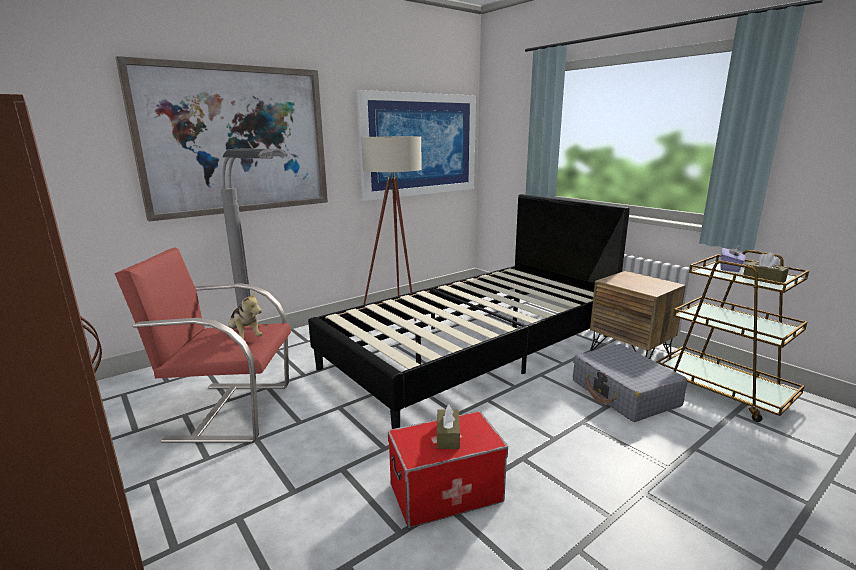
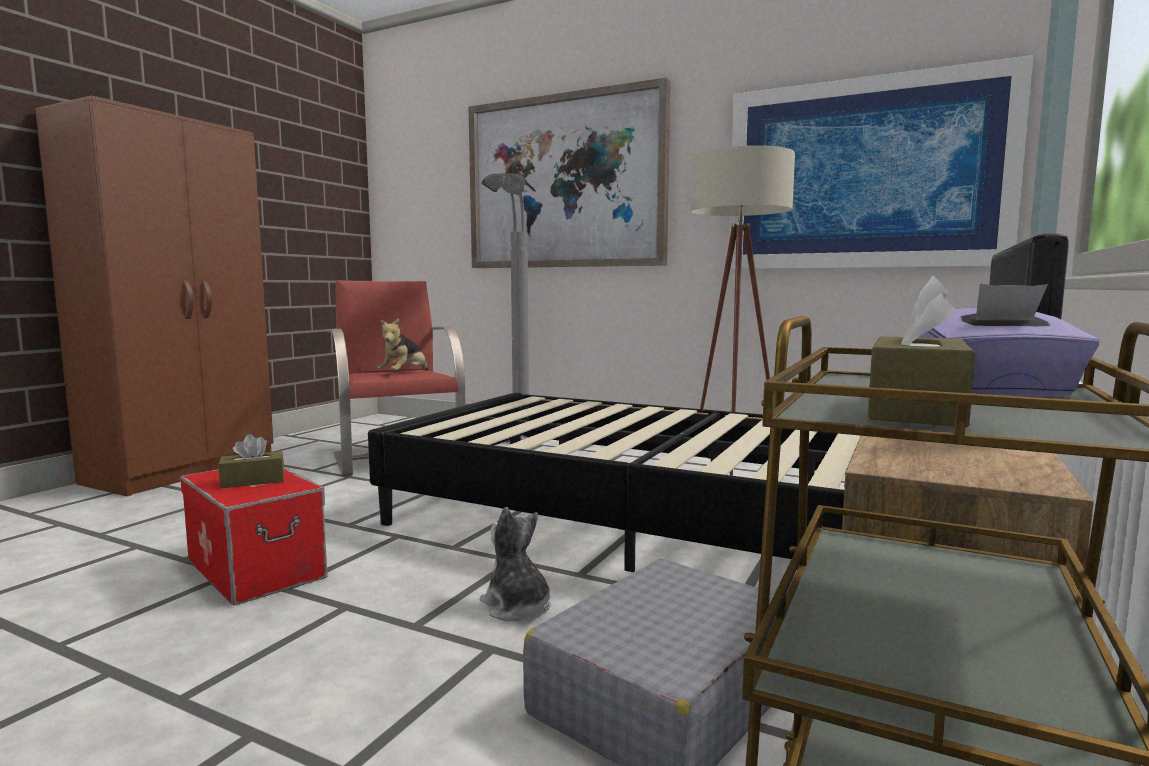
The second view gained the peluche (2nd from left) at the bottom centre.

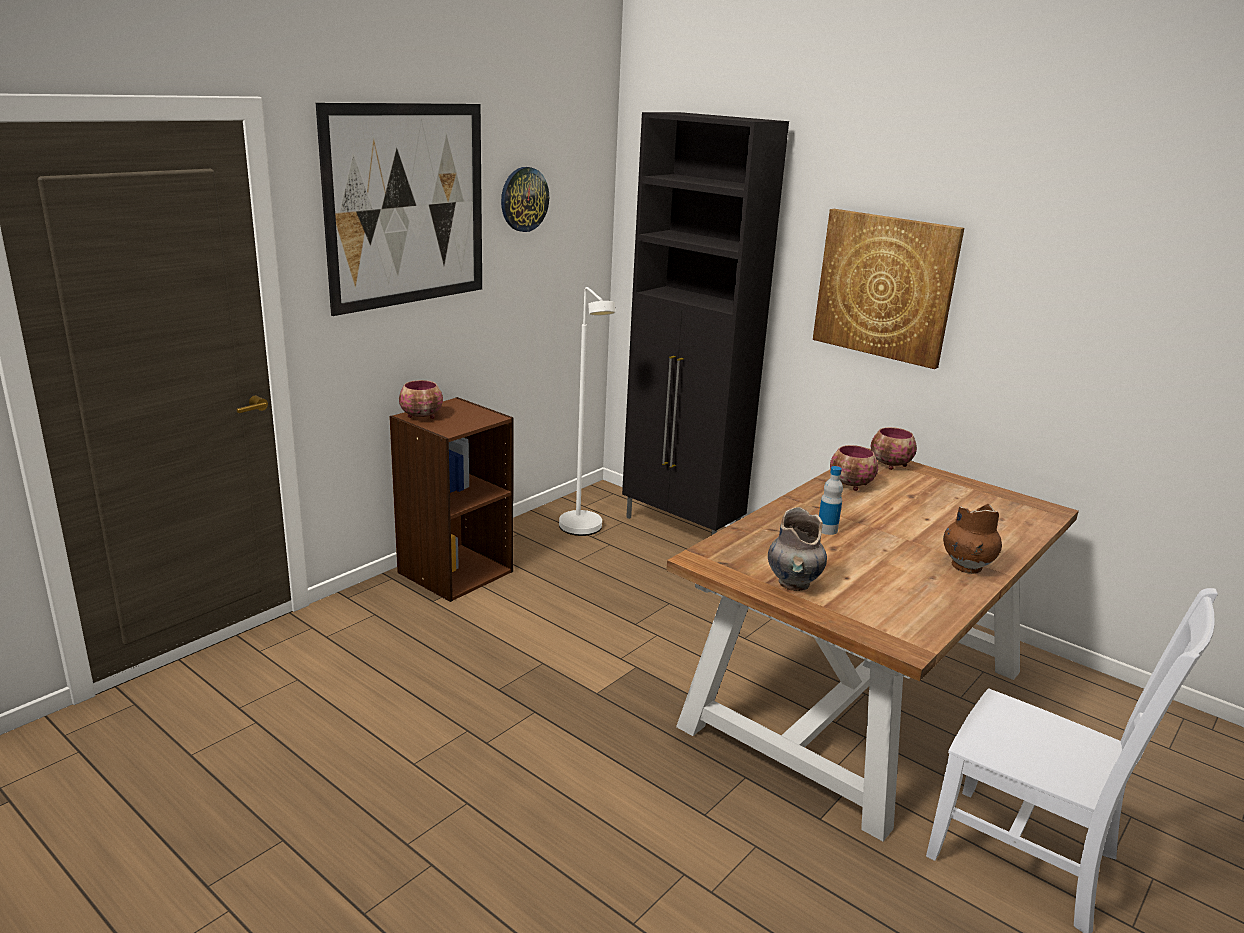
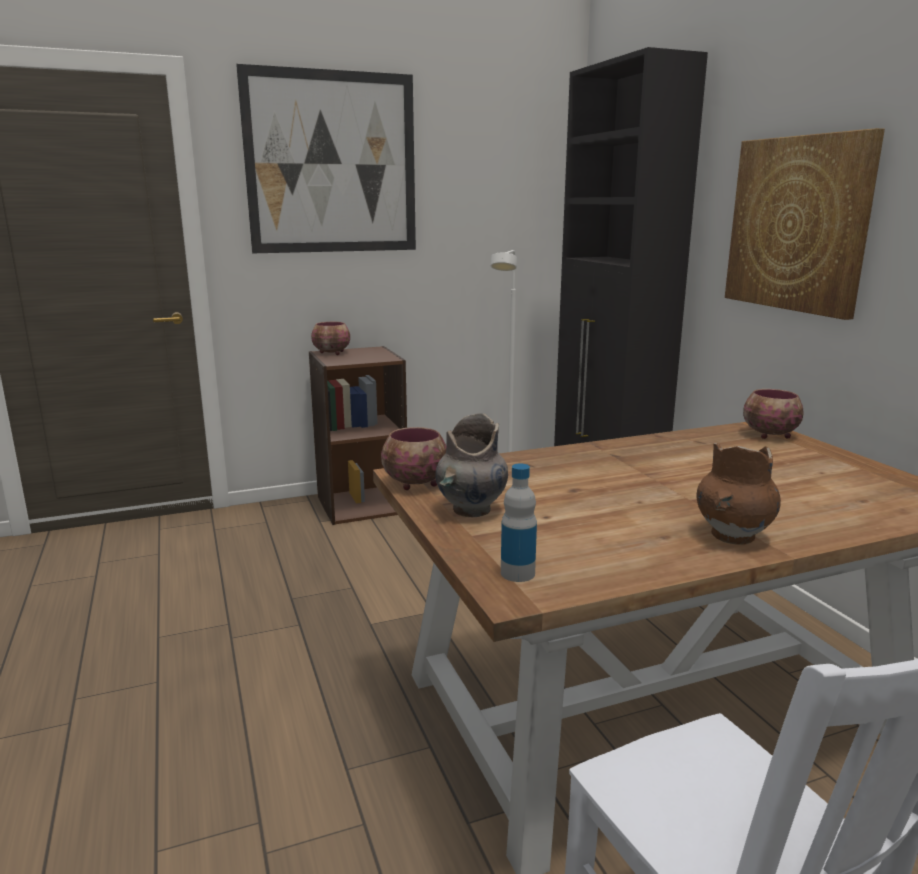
The second view lost the horloge murale at the top centre. The bouteille ended up elsewhere, having gone from the middle right to the centre. The bol (2nd from left) ended up elsewhere, having gone from the middle right to the centre.

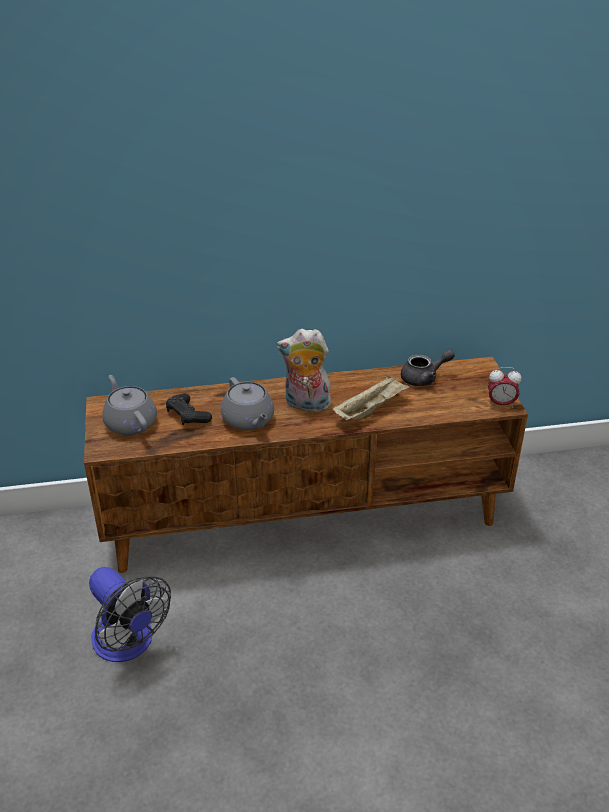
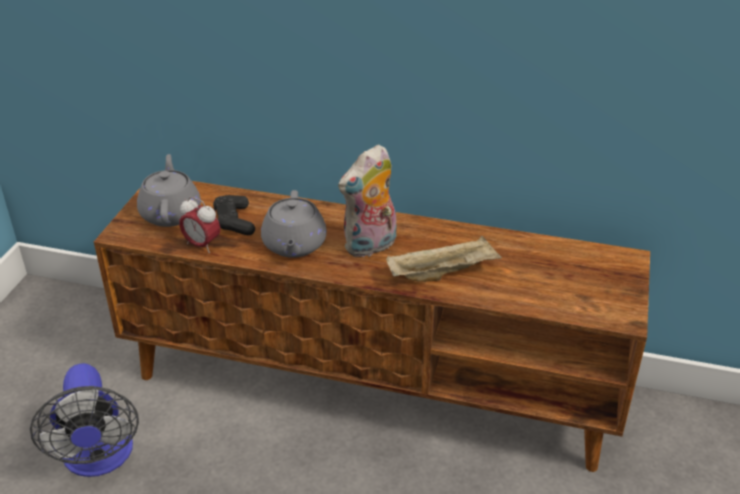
The peluche at the centre ended up facing another way, 75 degrees counterclockwise from before. The second view lost the théière (gris) (3rd from left) at the middle right. The réveil ended up elsewhere, having gone from the middle right to the middle left.

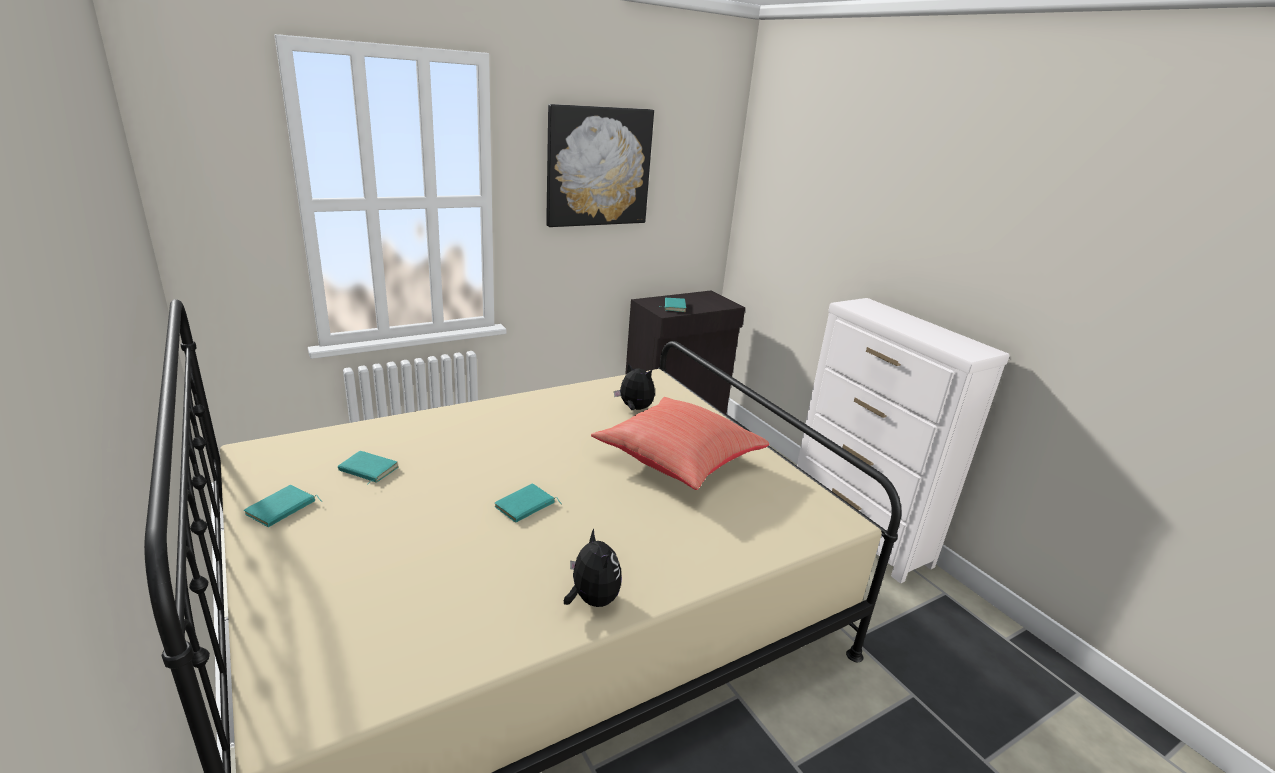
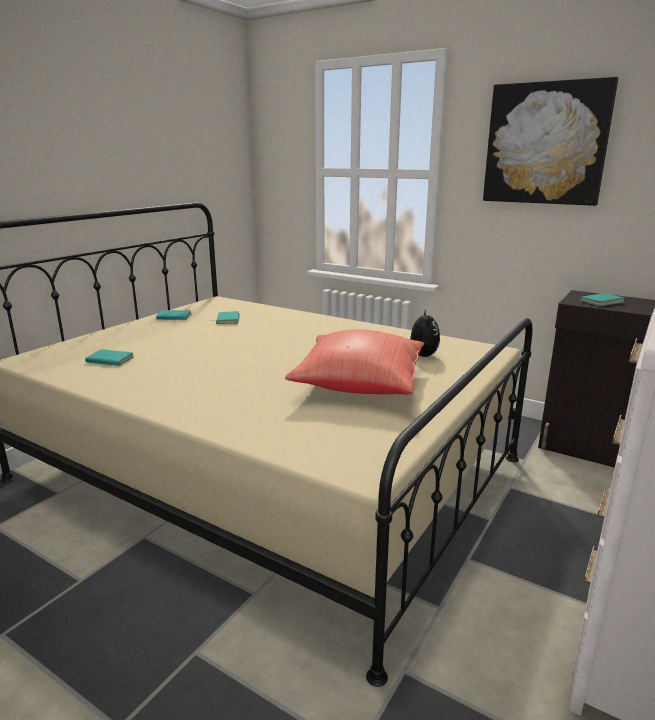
The livre (turquoise) (3rd from left in the first image) ended up elsewhere, having gone from the centre to the middle left. The second view lost the peluche (1st from left) at the bottom centre.

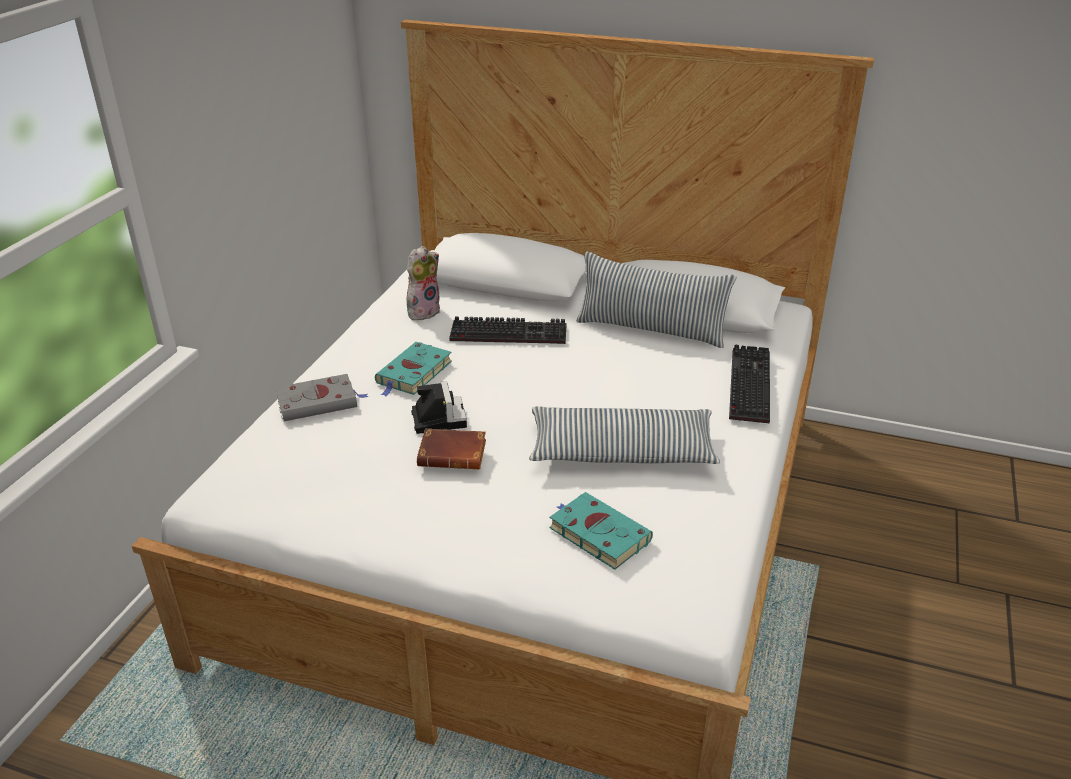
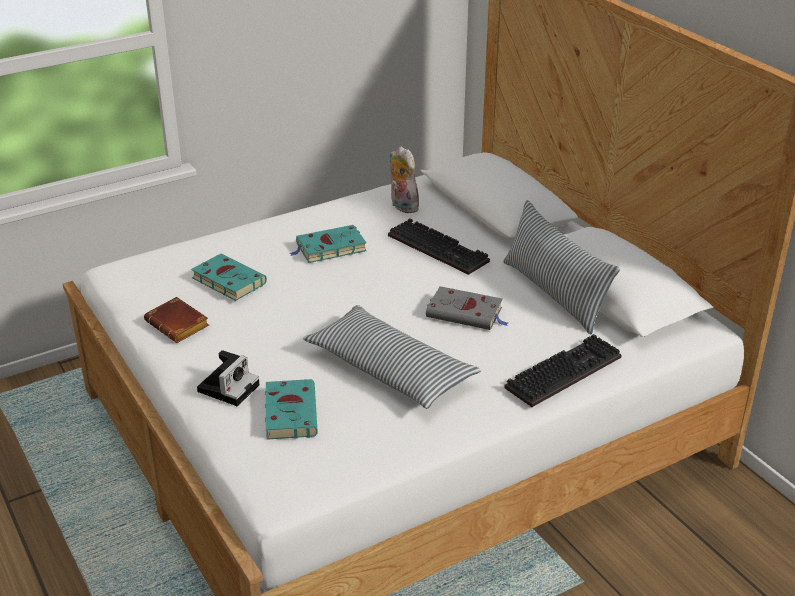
The livre (gris) ended up elsewhere, having gone from the middle left to the centre. The peluche at the centre ended up facing another way, 120 degrees counterclockwise from before. The appareil photo ended up elsewhere, having gone from the centre to the middle left. The livre (marron) ended up elsewhere, having gone from the centre to the middle left. The second view gained the livre (turquoise) (1st from left) at the middle left.

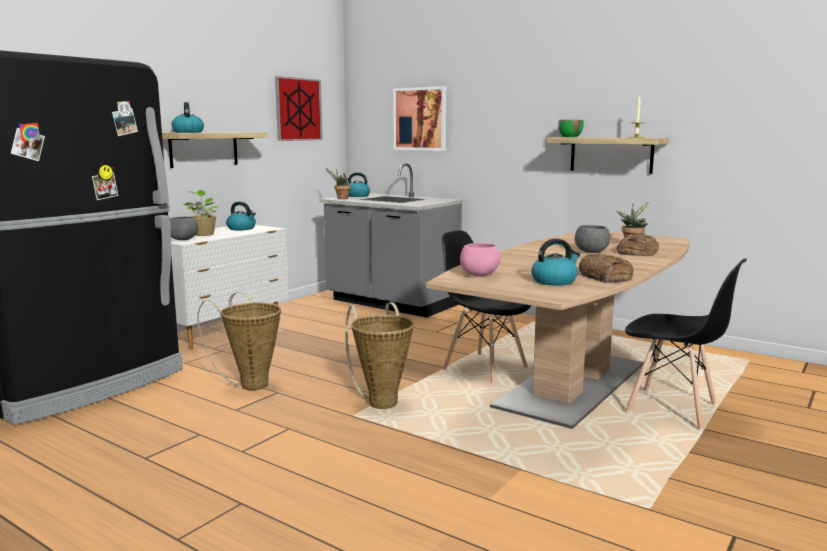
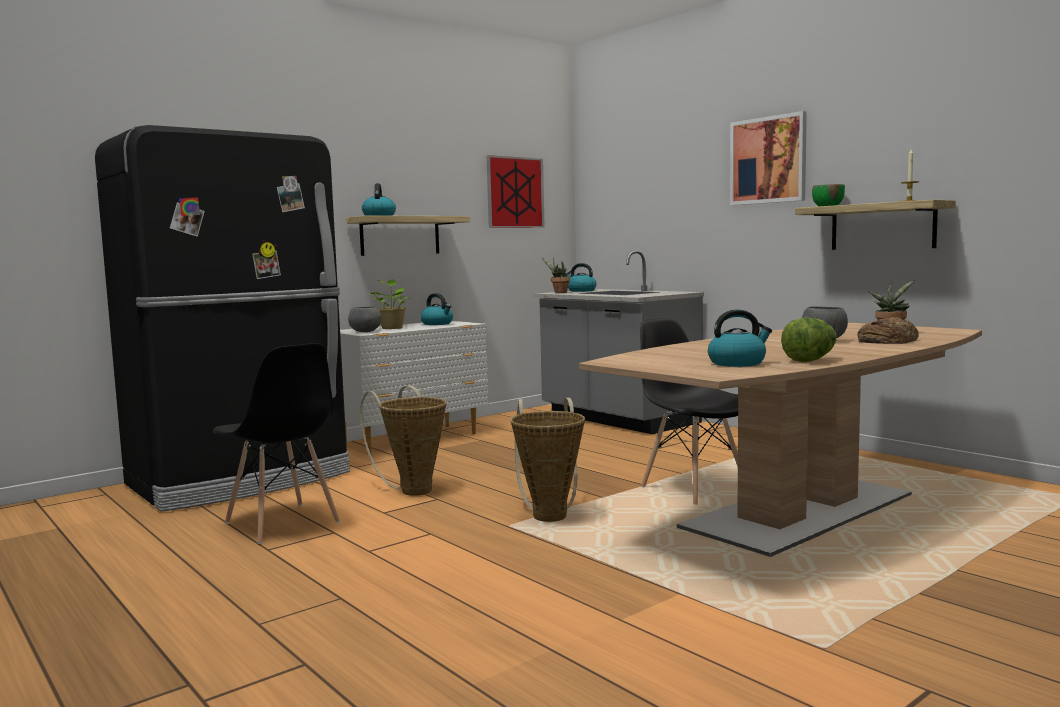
The tableau (2nd from left) ended up elsewhere, having gone from the top centre to the top right. The second view lost the bol (rose) at the centre. Where the pain (1st from left) stood at the middle right, the laitue came to stand at the middle right. The chaise (noir) (2nd from left in the first image) ended up elsewhere, having gone from the middle right to the middle left.

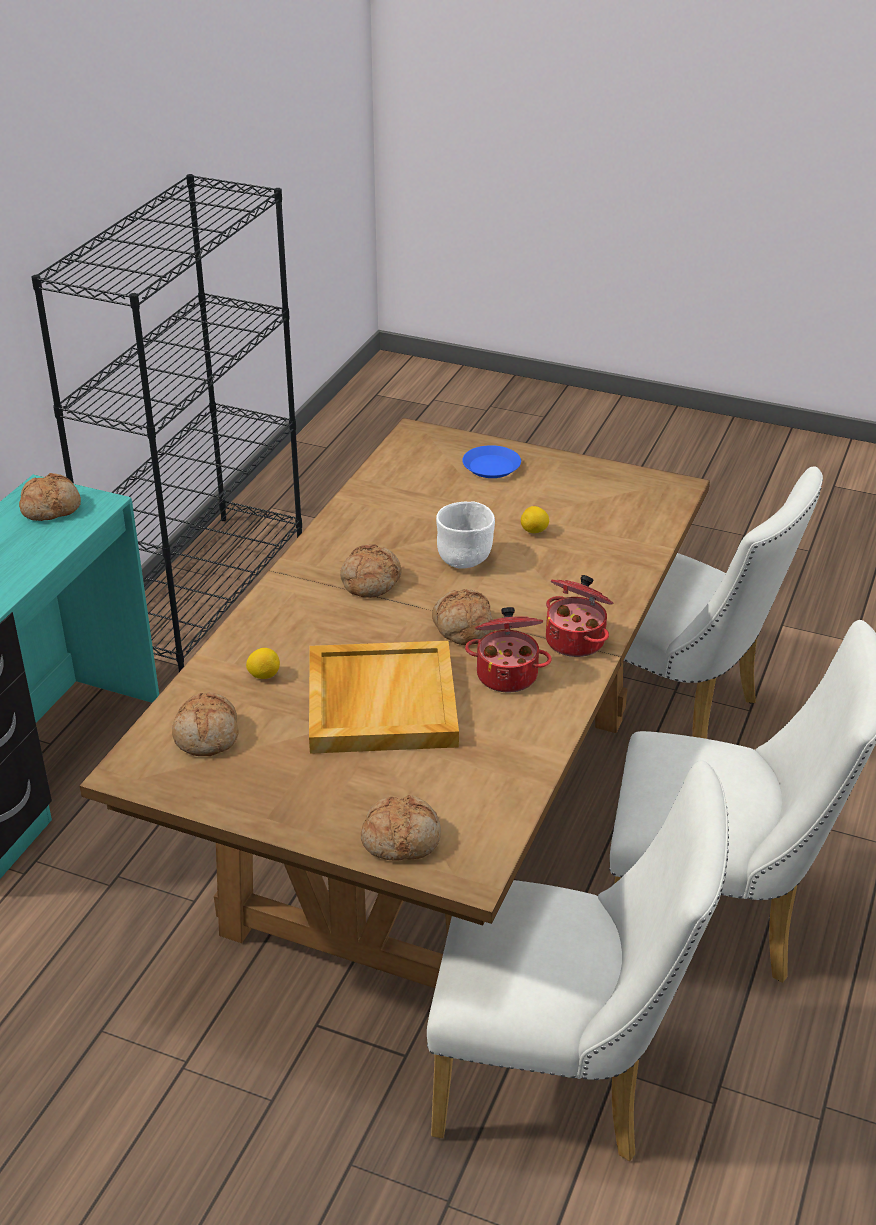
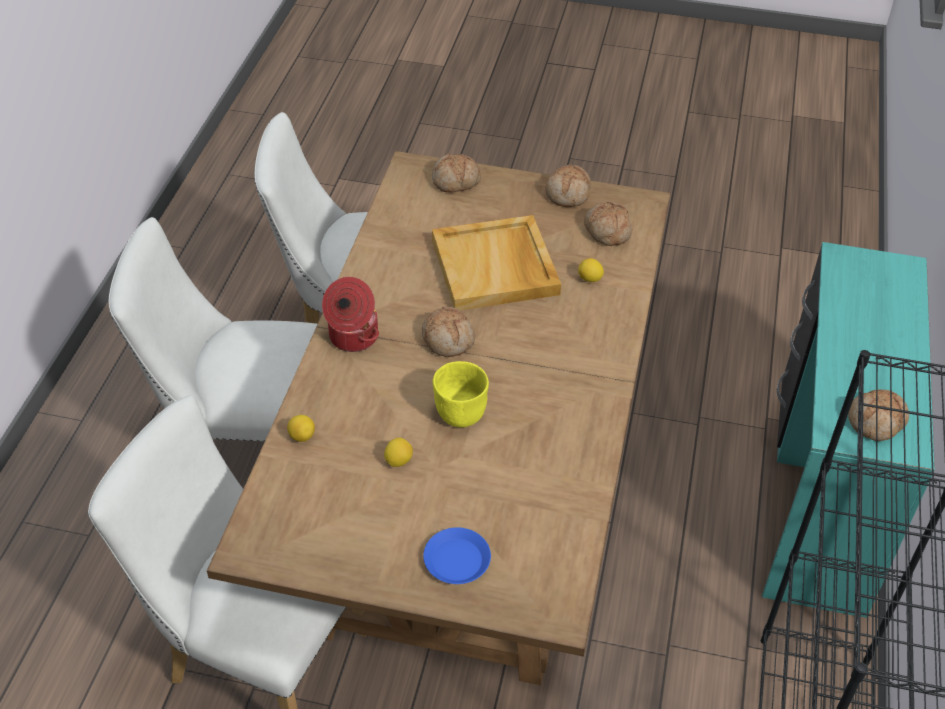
The pain (3rd from left) ended up elsewhere, having gone from the centre to the top centre. What was the bol (blanc) at the centre turned into the bol (jaune) at the centre. The second view lost the marmite (1st from left) at the centre. The second view gained the citron (1st from left) at the middle left.

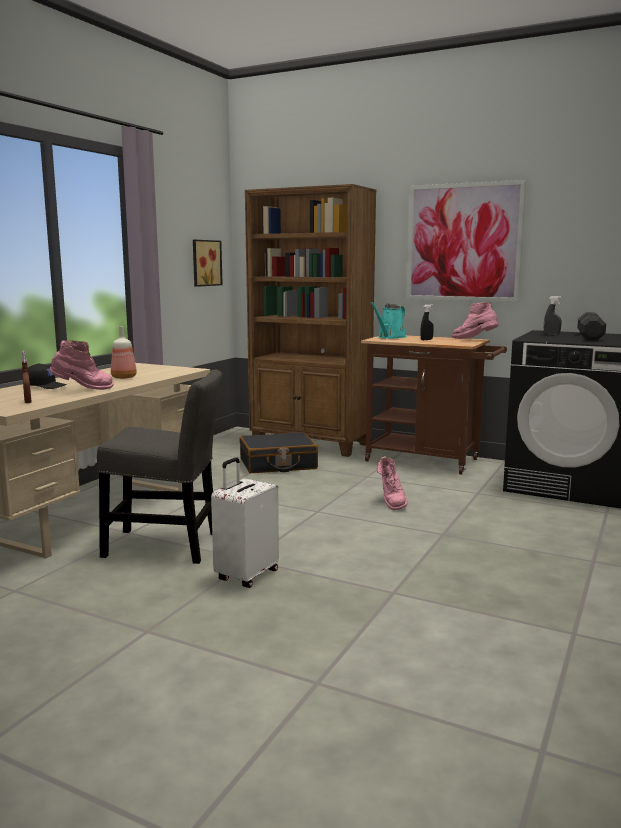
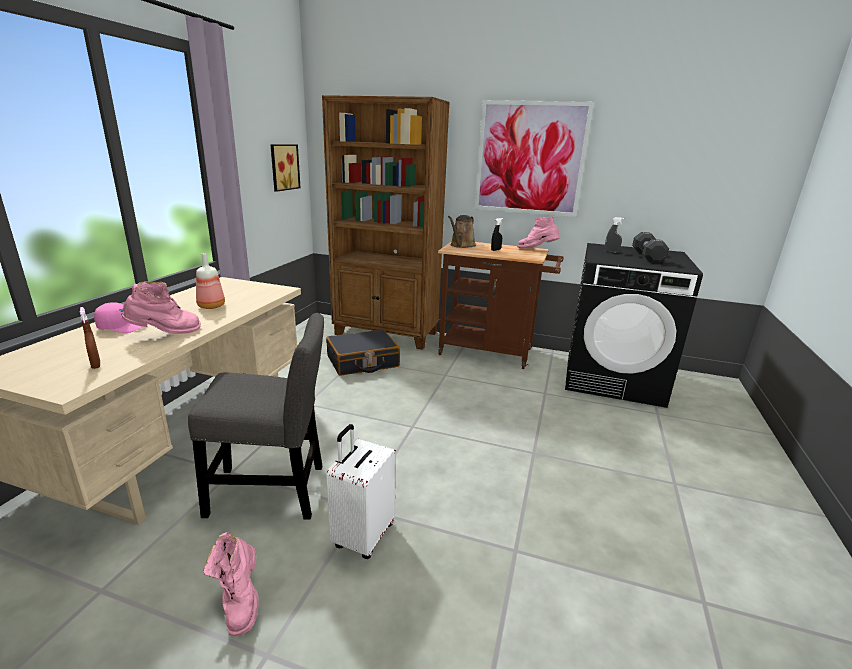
What was the casquette (noir) at the middle left turned into the casquette (rose) at the middle left. What was the arrosoir (turquoise) at the centre turned into the arrosoir (marron) at the centre. The botte (rose) (2nd from left) ended up elsewhere, having gone from the centre to the bottom left.

